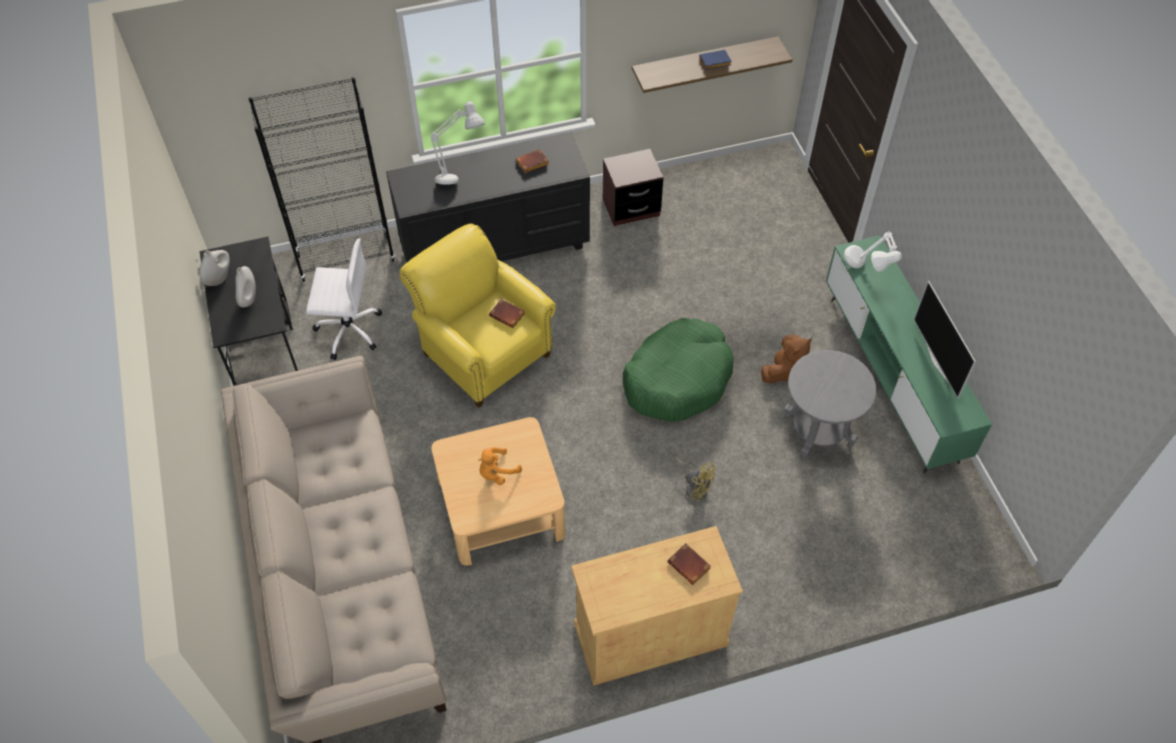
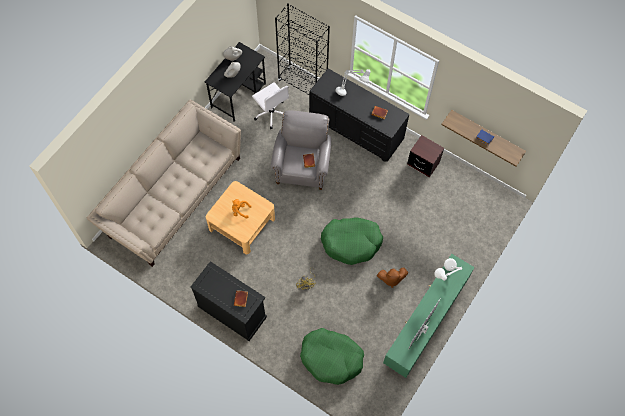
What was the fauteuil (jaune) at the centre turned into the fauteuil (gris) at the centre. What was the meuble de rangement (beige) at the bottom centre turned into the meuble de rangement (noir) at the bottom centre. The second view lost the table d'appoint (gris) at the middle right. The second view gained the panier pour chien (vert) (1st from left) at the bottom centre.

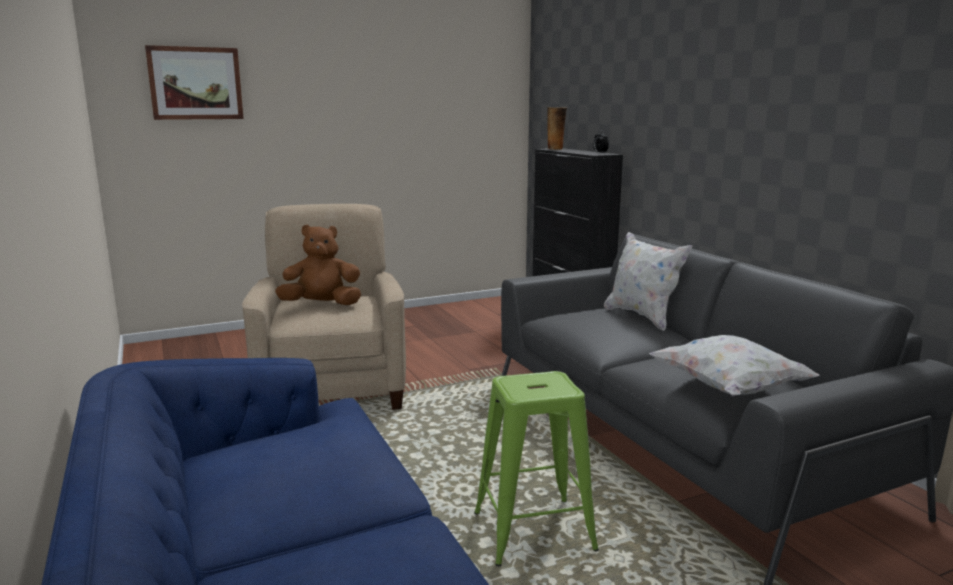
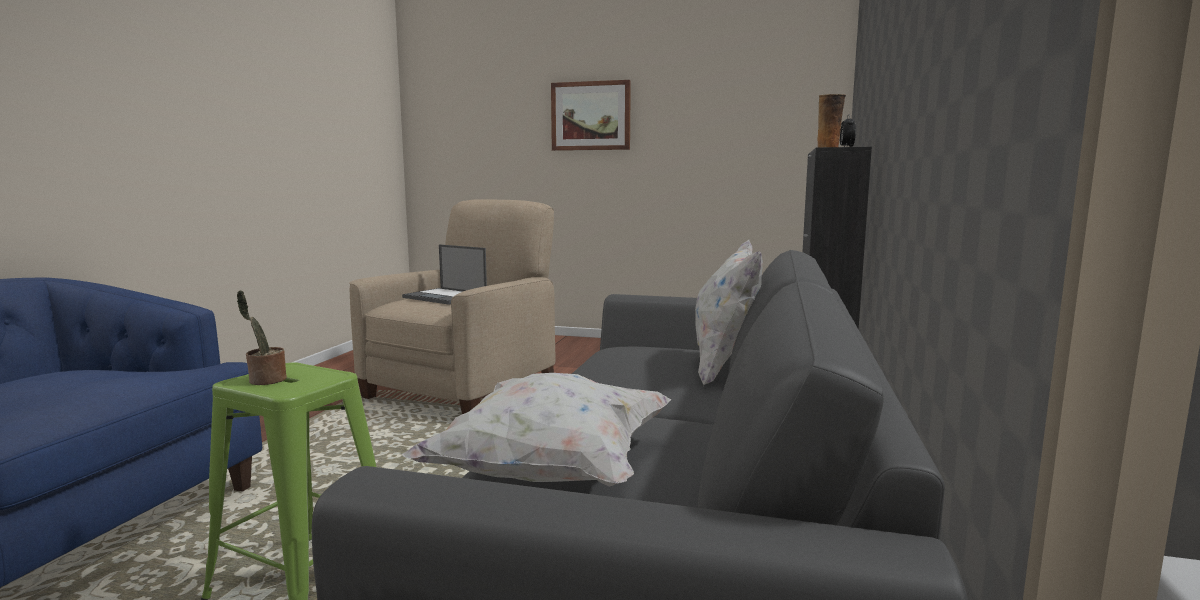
The tableau ended up elsewhere, having gone from the top left to the top centre. Where the peluche (marron) stood at the centre, the ordinateur portable came to stand at the centre. The second view gained the plante en pot at the middle left.

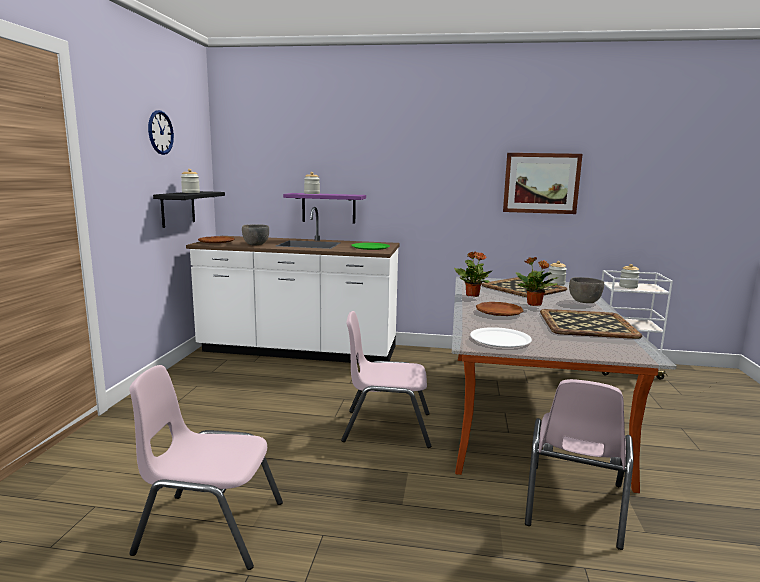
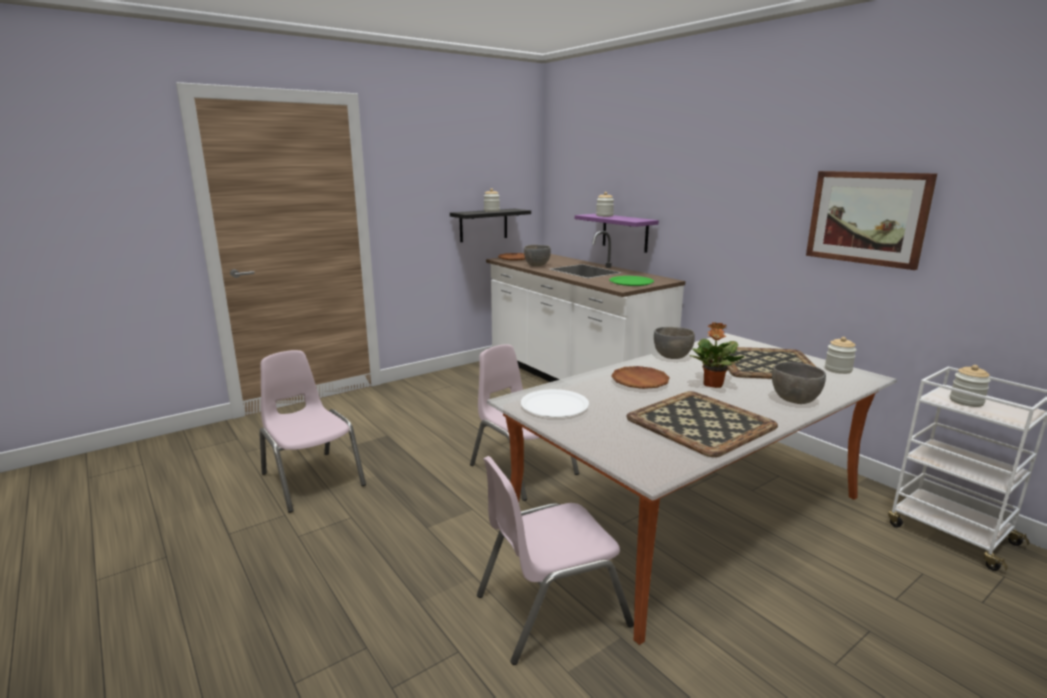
The second view lost the horloge murale at the top left. Where the plante en pot (1st from left) stood at the centre, the bol (gris) (2nd from left) came to stand at the centre.

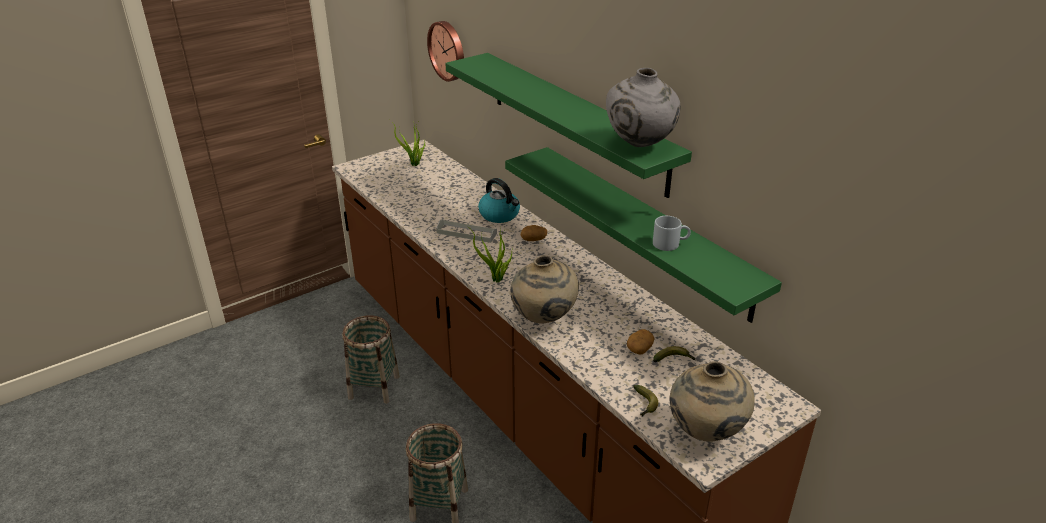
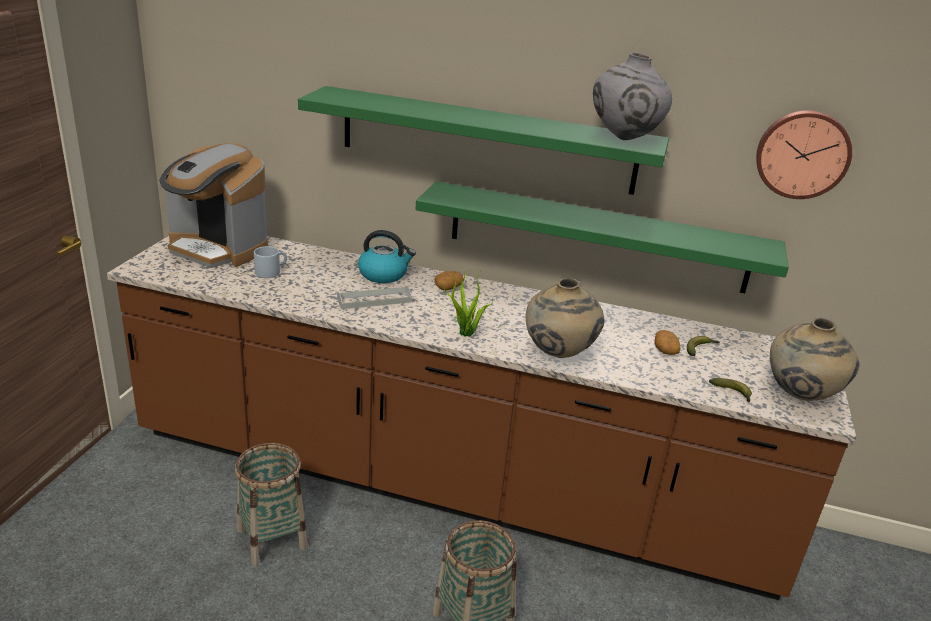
Where the plante en pot (1st from left) stood at the top centre, the machine à café came to stand at the top left. The horloge murale ended up elsewhere, having gone from the top centre to the top right. The mug (gris) ended up elsewhere, having gone from the centre to the middle left.

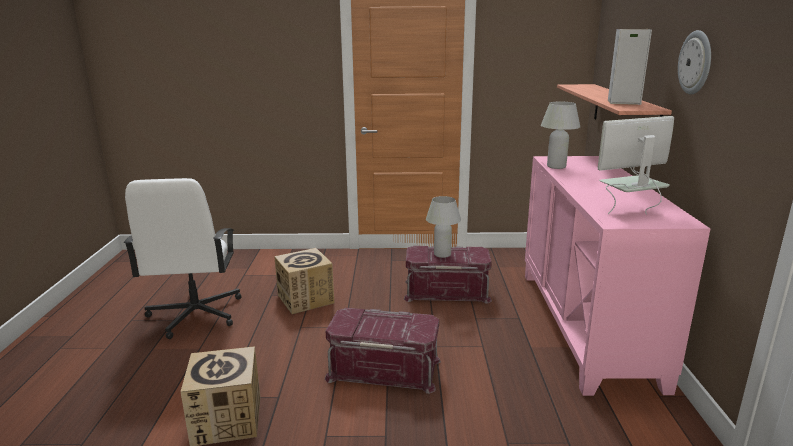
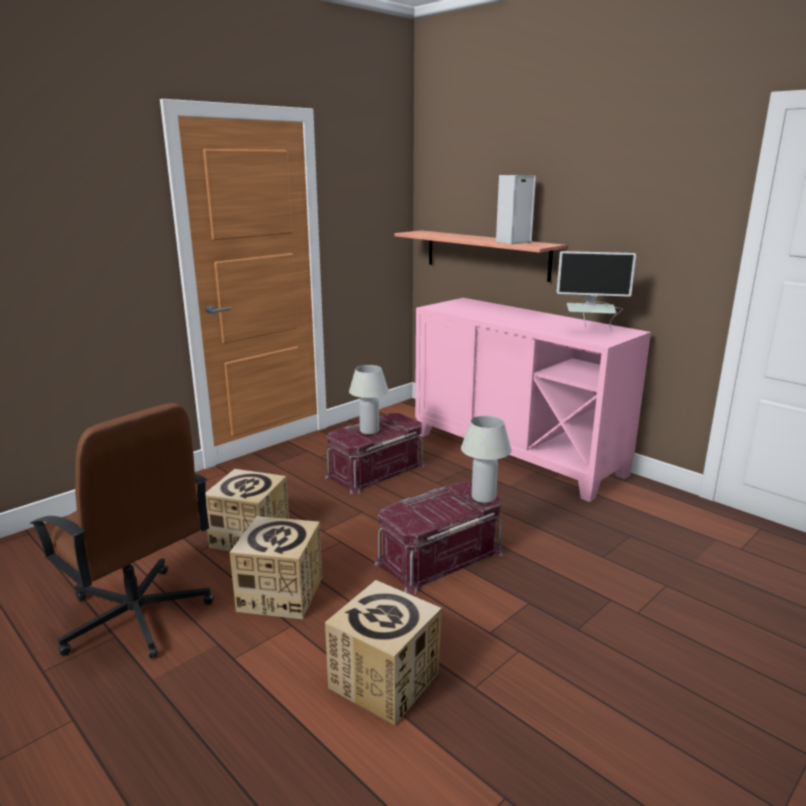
What was the chaise de bureau (blanc) at the middle left turned into the chaise de bureau (marron) at the middle left. The lampe de table (blanc) (2nd from left) ended up elsewhere, having gone from the top right to the centre. The écran d'ordinateur at the middle right ended up facing another way, 105 degrees counterclockwise from before. The second view lost the horloge murale at the top right. The second view gained the carton (2nd from left) at the bottom centre.

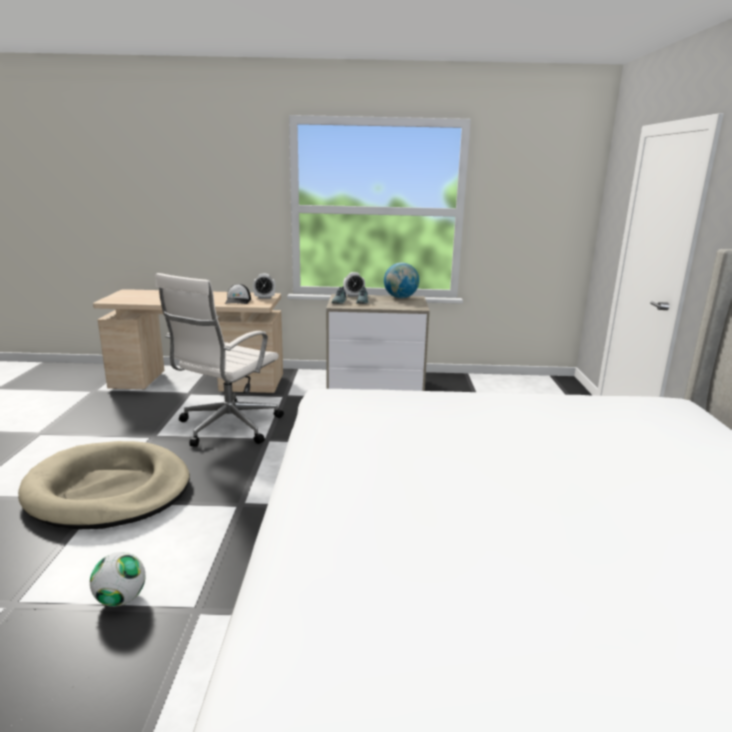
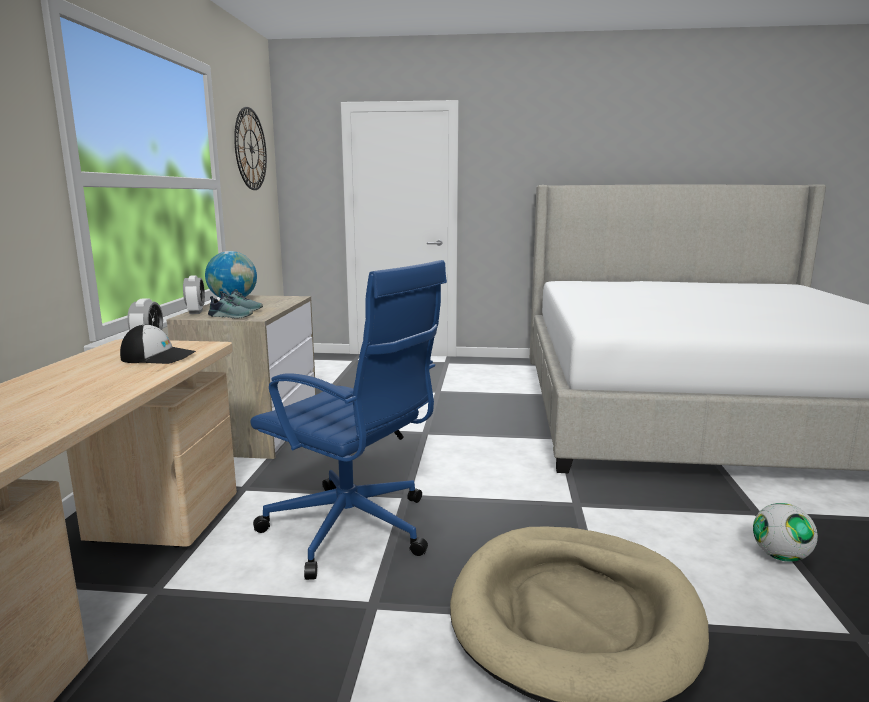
What was the chaise de bureau (blanc) at the middle left turned into the chaise de bureau (bleu) at the centre. The second view gained the horloge murale at the top left.

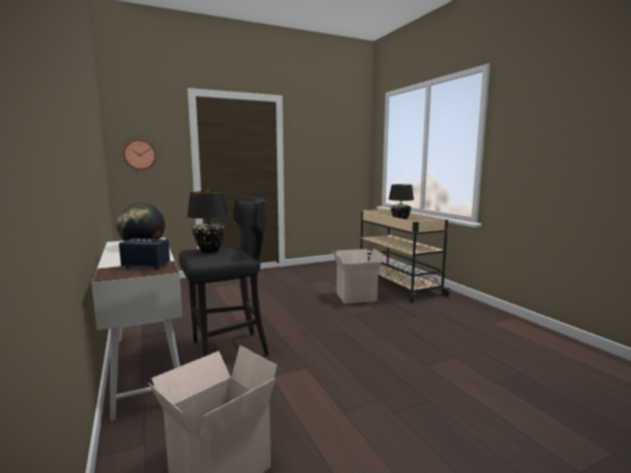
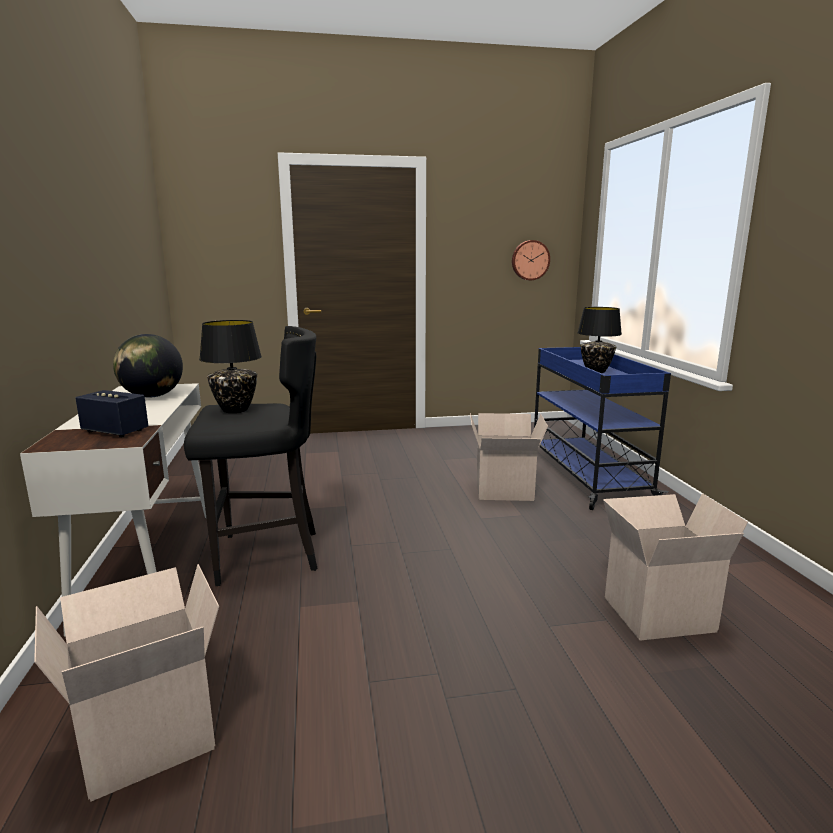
The horloge murale ended up elsewhere, having gone from the top left to the top centre. What was the chariot (beige) at the centre turned into the chariot (bleu) at the middle right. The second view gained the carton (3rd from left) at the bottom right.

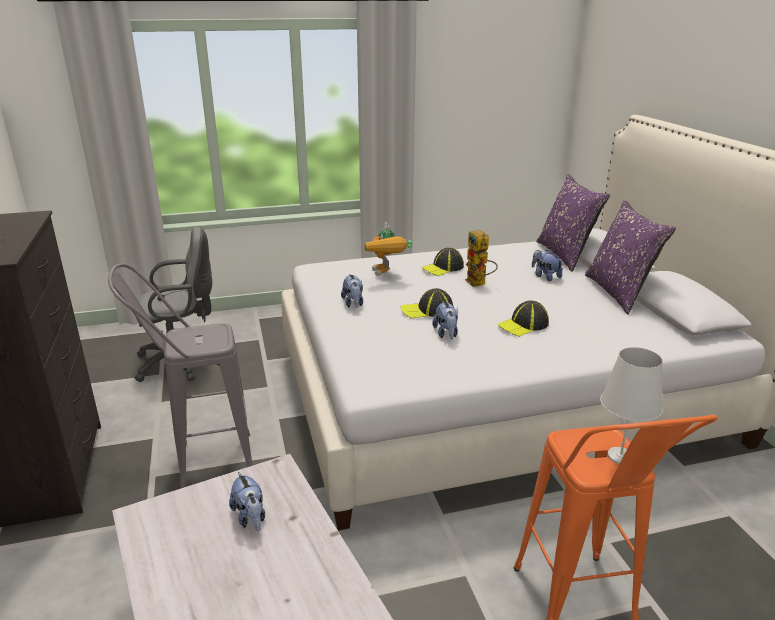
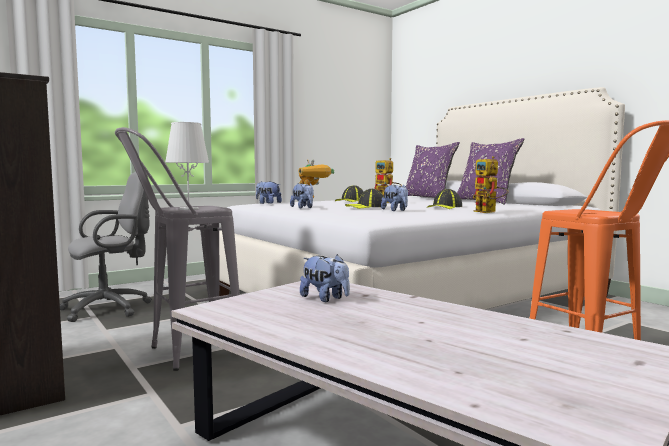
The peluche (4th from left in the first image) ended up elsewhere, having gone from the middle right to the centre. The lampe de table (blanc) ended up elsewhere, having gone from the middle right to the middle left. The second view gained the robot jouet (3rd from left) at the middle right.

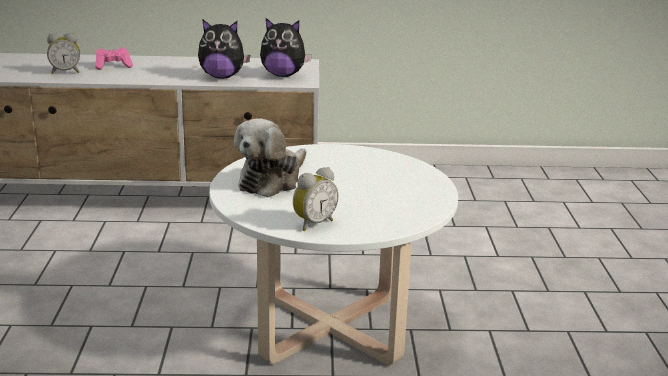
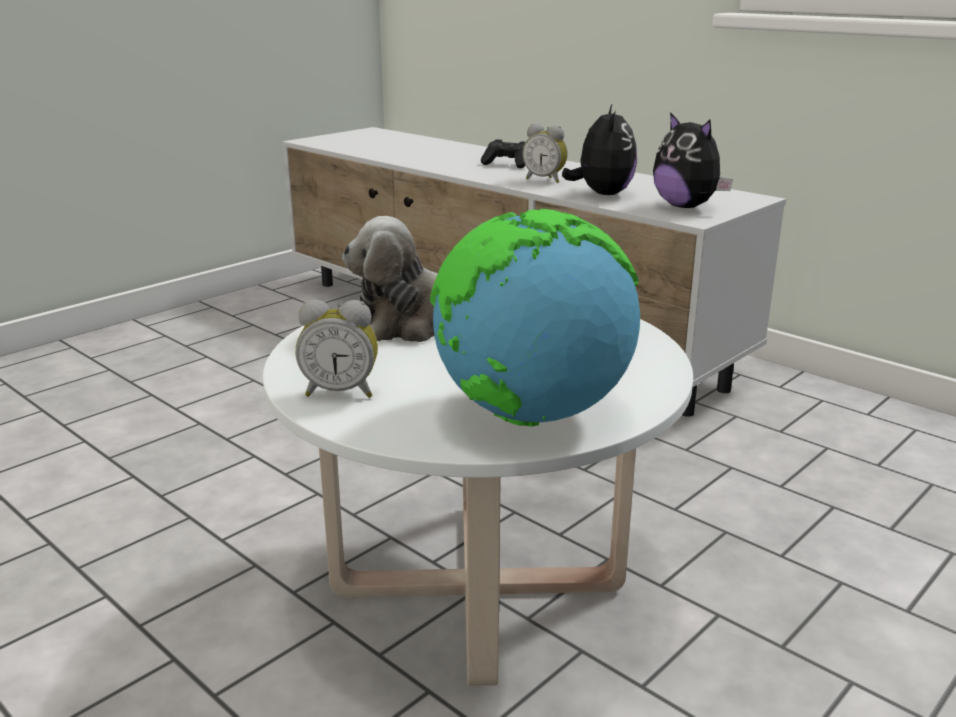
The réveil (1st from left in the first image) ended up elsewhere, having gone from the top left to the top centre. What was the manette (rose) at the top left turned into the manette (noir) at the top centre. The peluche (1st from left in the first image) at the top centre ended up facing another way, 135 degrees counterclockwise from before. The second view gained the globe at the centre.

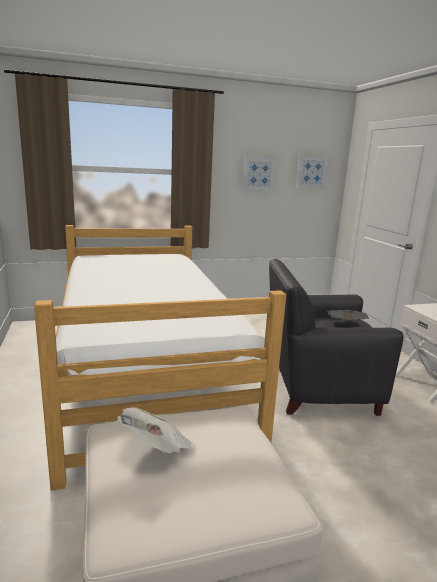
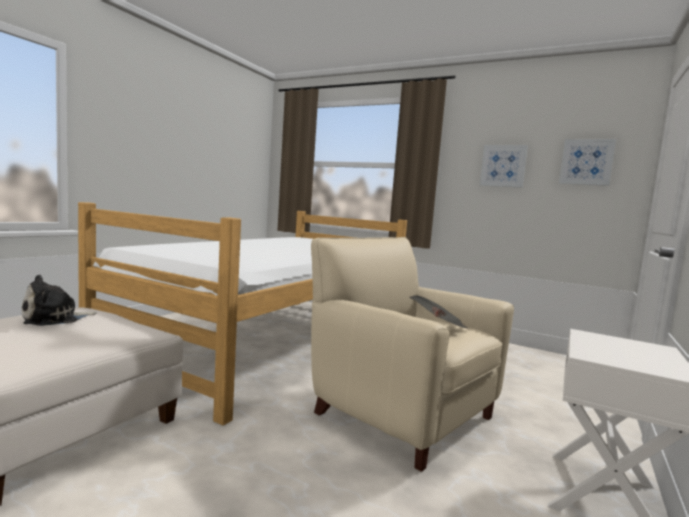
Where the journal (1st from left) stood at the bottom centre, the peluche came to stand at the middle left. What was the fauteuil (noir) at the middle right turned into the fauteuil (beige) at the bottom centre.

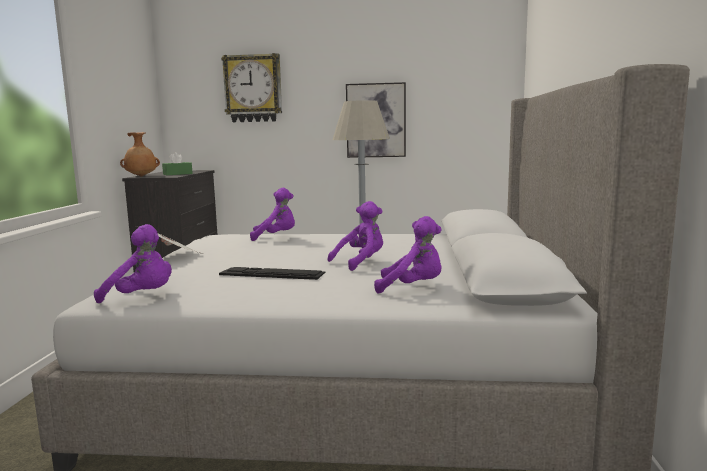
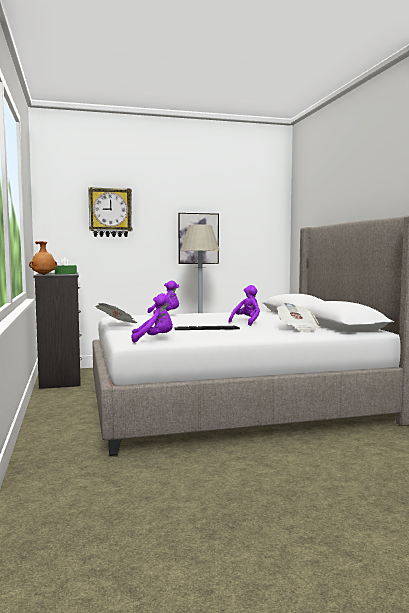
Where the peluche (violet) (4th from left) stood at the centre, the journal (2nd from left) came to stand at the middle right.

